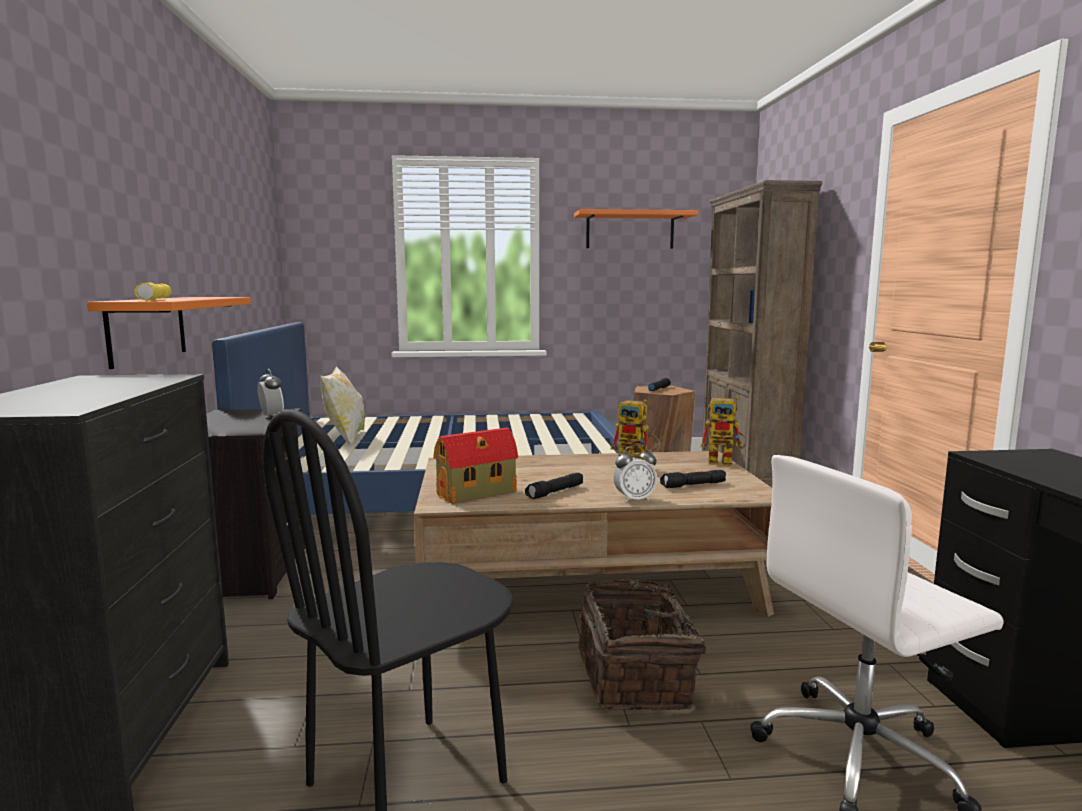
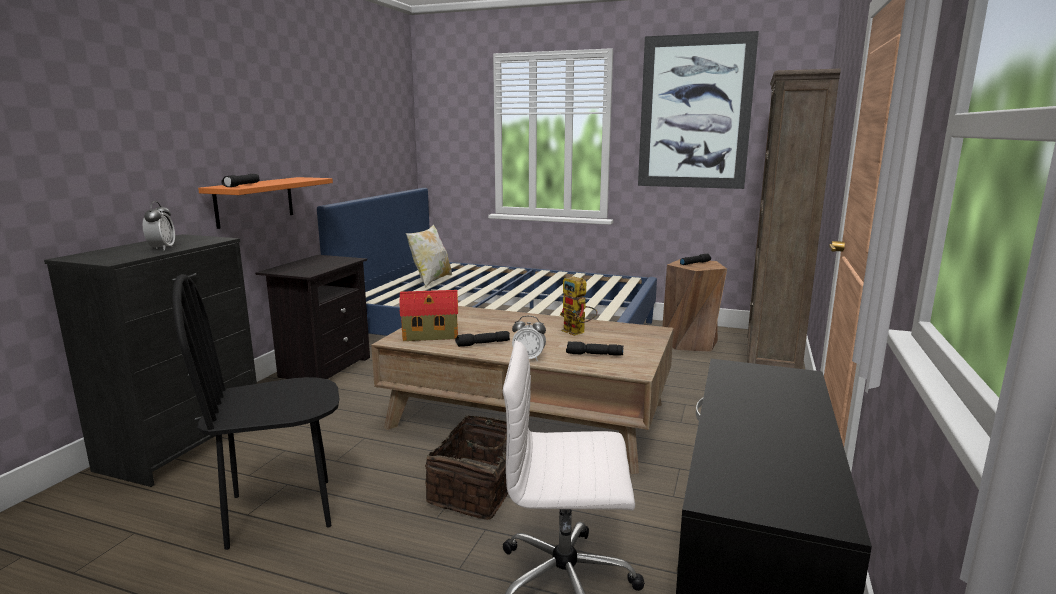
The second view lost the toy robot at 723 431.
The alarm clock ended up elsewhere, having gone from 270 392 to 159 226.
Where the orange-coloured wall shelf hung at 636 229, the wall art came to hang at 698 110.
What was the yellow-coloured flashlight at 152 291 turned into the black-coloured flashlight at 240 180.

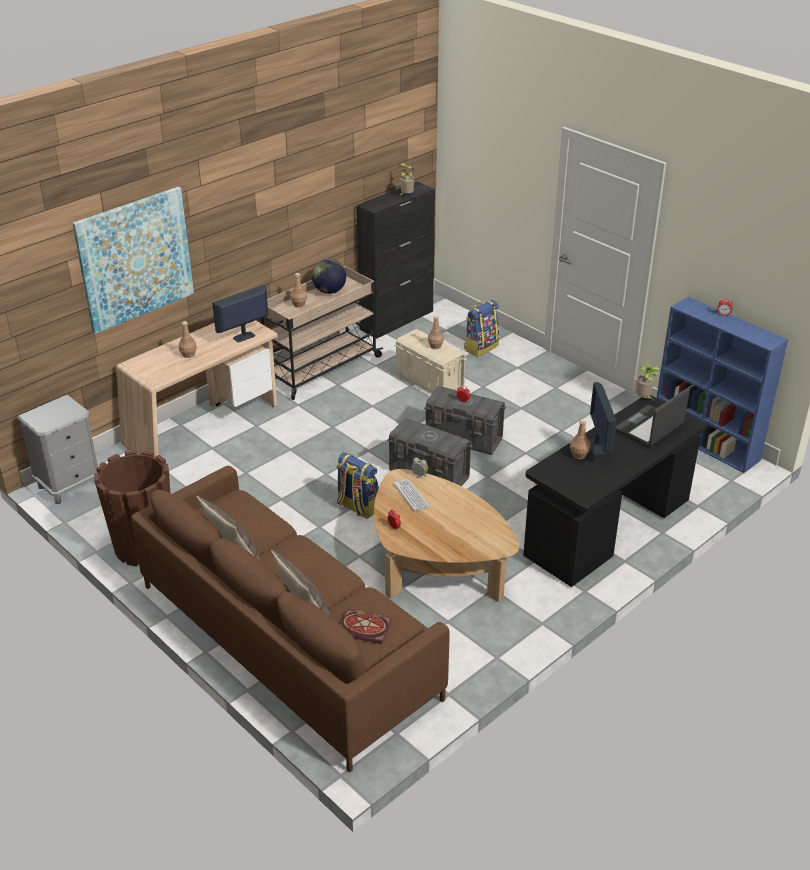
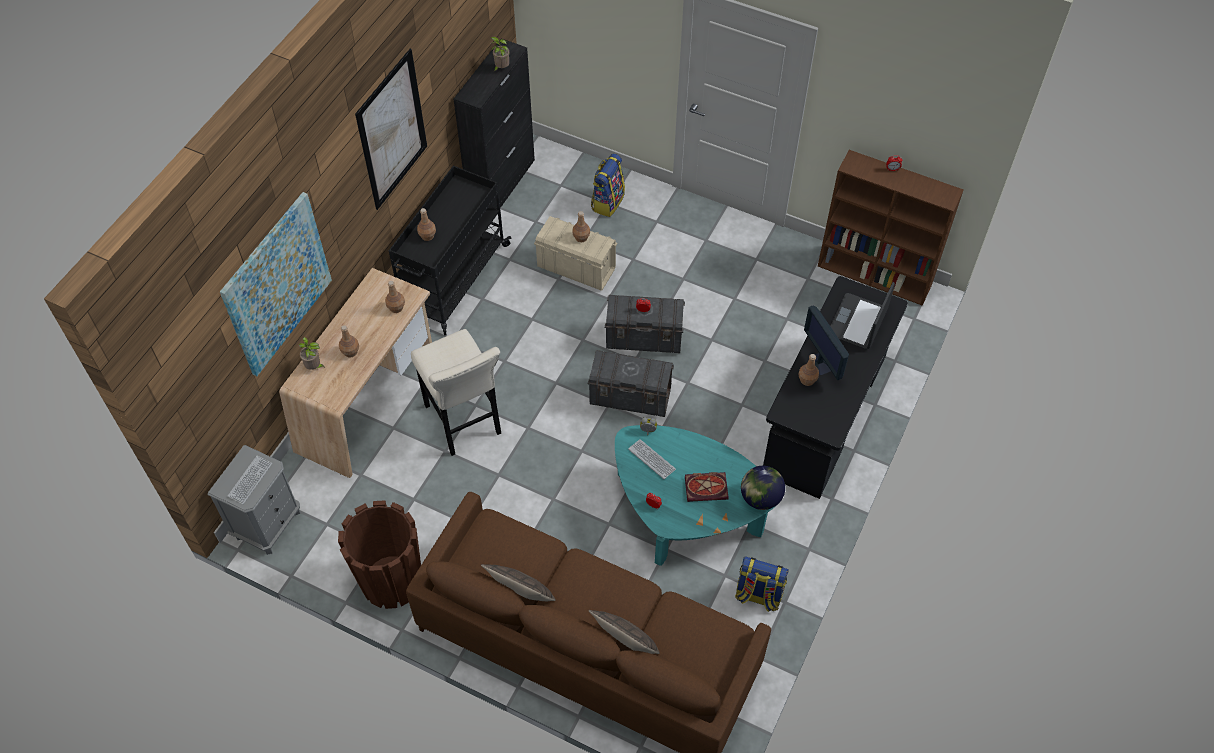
The second view gained the PC keyboard at 250 480.
The second view gained the wall art at 391 129.
The second view gained the beige stool at 456 392.
The world globe ended up elsewhere, having gone from 329 276 to 763 488.
The knapsack ended up elsewhere, having gone from 358 485 to 762 584.
The volume ended up elsewhere, having gone from 365 626 to 707 487.
The plant in a pot ended up elsewhere, having gone from 648 382 to 311 353.
Where the computer screen stood at 240 313, the brown drink bottle came to stand at 395 297.
What was the beige wheeled cart at 322 333 turned into the black-coloured wheeled cart at 450 250.
What was the brown lounge table at 447 535 turned into the turquoise-coloured lounge table at 694 495.
What was the blue bookcase at 722 385 turned into the brown bookcase at 891 228.

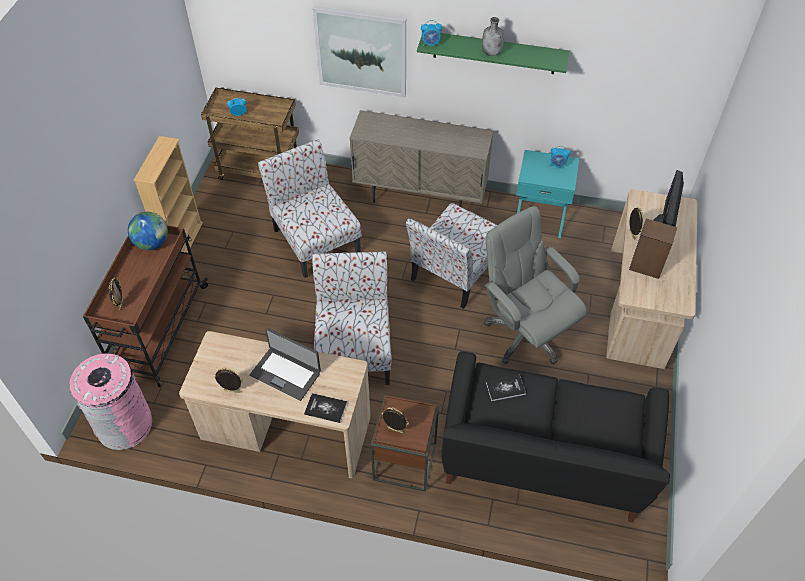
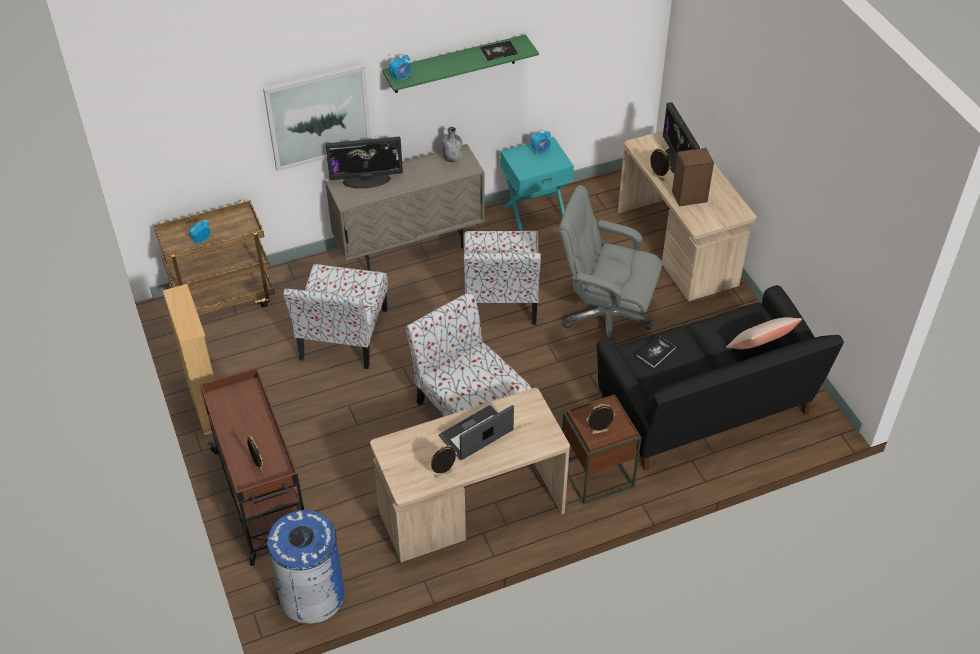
The second view lost the world globe at 148 231.
The second view gained the computer screen at 364 163.
The second view gained the beige cushion at 764 333.
The volume ended up elsewhere, having gone from 325 408 to 498 50.
The gray drink bottle ended up elsewhere, having gone from 493 36 to 452 144.
What was the pink-coloured waste bin at 110 401 turned into the blue waste bin at 305 567.
The notebook computer at 285 364 ended up facing another way, 150 degrees clockwise from before.
The upright chair at 309 208 ended up facing another way, 105 degrees counterclockwise from before.

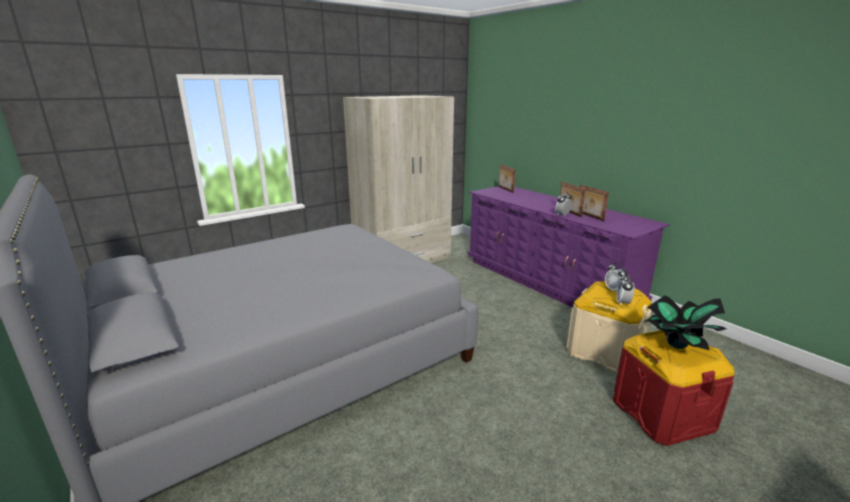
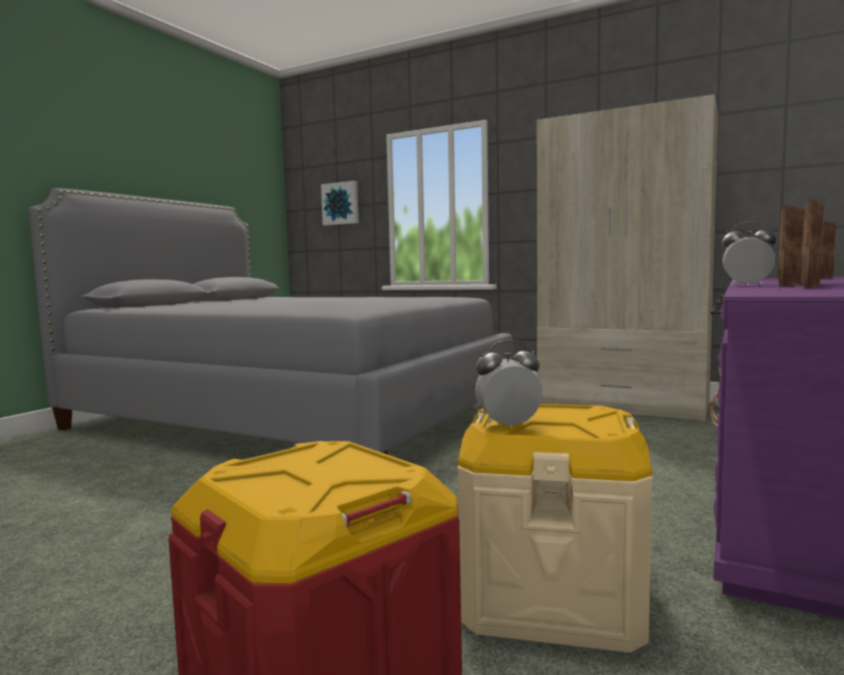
The second view lost the alarm clock at 616 278.
The second view lost the plant in a pot at 684 322.
The second view gained the wall art at 340 203.

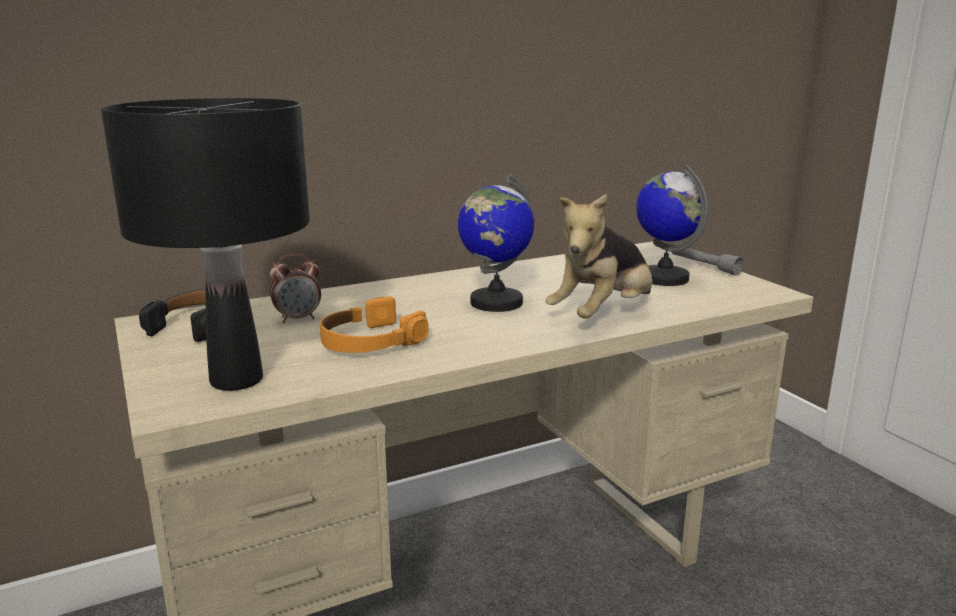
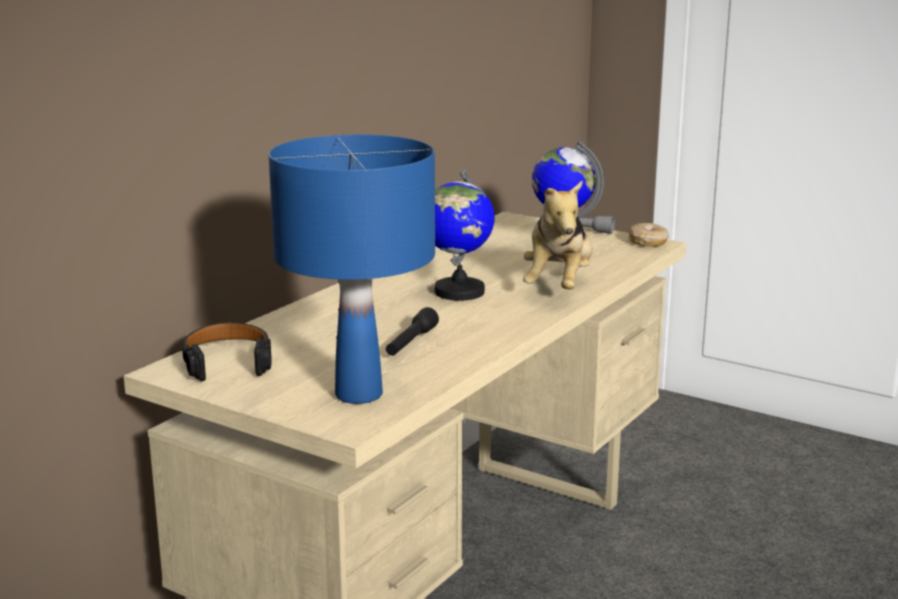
The second view lost the alarm clock at 295 288.
The second view gained the ring doughnut at 649 235.
Where the orange-coloured headphones stood at 374 325, the black-coloured flashlight came to stand at 412 331.
What was the black-coloured lamp for a table at 205 244 turned into the blue lamp for a table at 352 269.

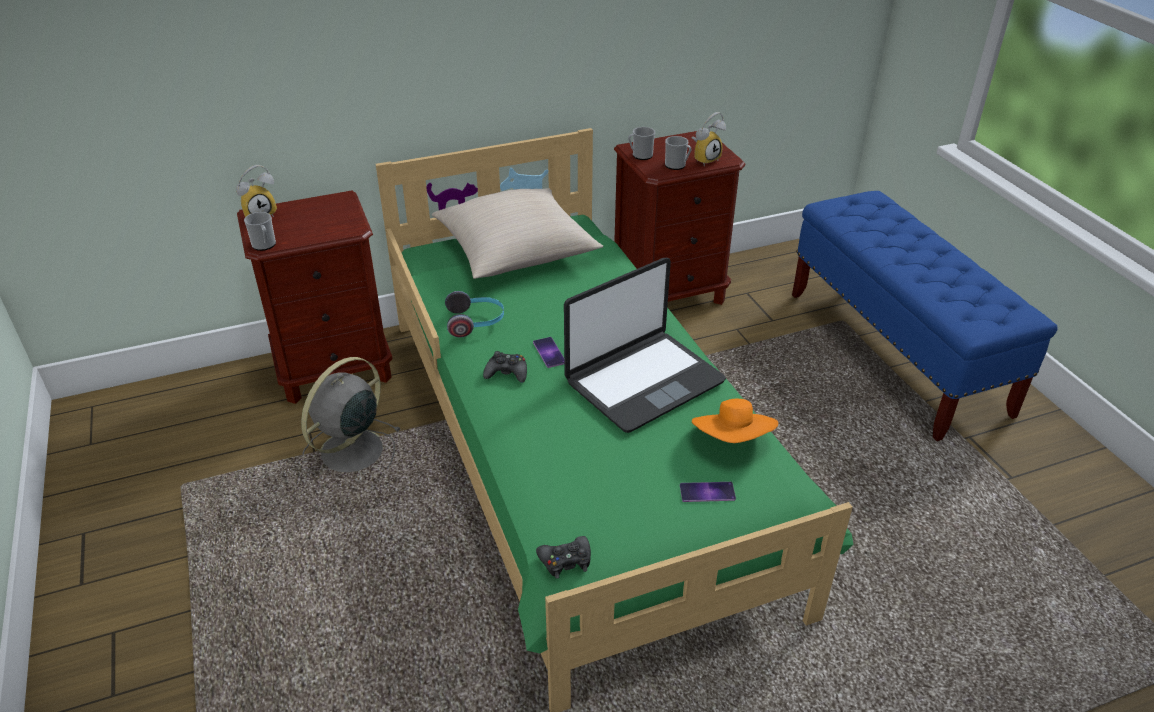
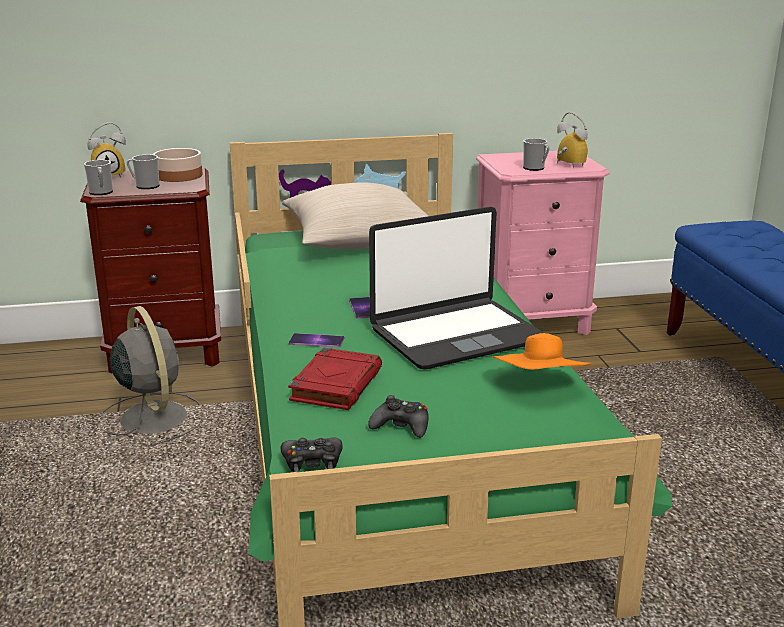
The second view lost the headphones at 474 314.
The second view gained the deep dish at 177 165.
The second view gained the red volume at 335 378.
The black-coloured joypad ended up elsewhere, having gone from 505 367 to 398 416.
The tea mug ended up elsewhere, having gone from 641 143 to 143 172.
The phone ended up elsewhere, having gone from 708 492 to 316 340.
What was the brown night table at 679 218 turned into the pink-coloured night table at 543 243.
The gray electric fan at 351 414 ended up facing another way, 105 degrees clockwise from before.
The alarm clock at 709 139 ended up facing another way, 105 degrees counterclockwise from before.

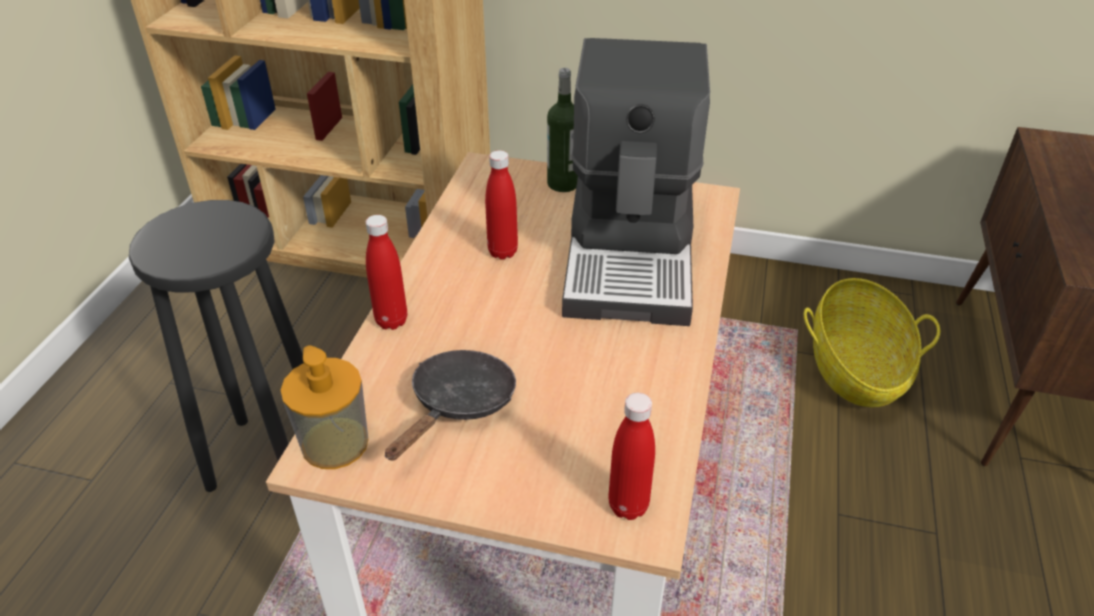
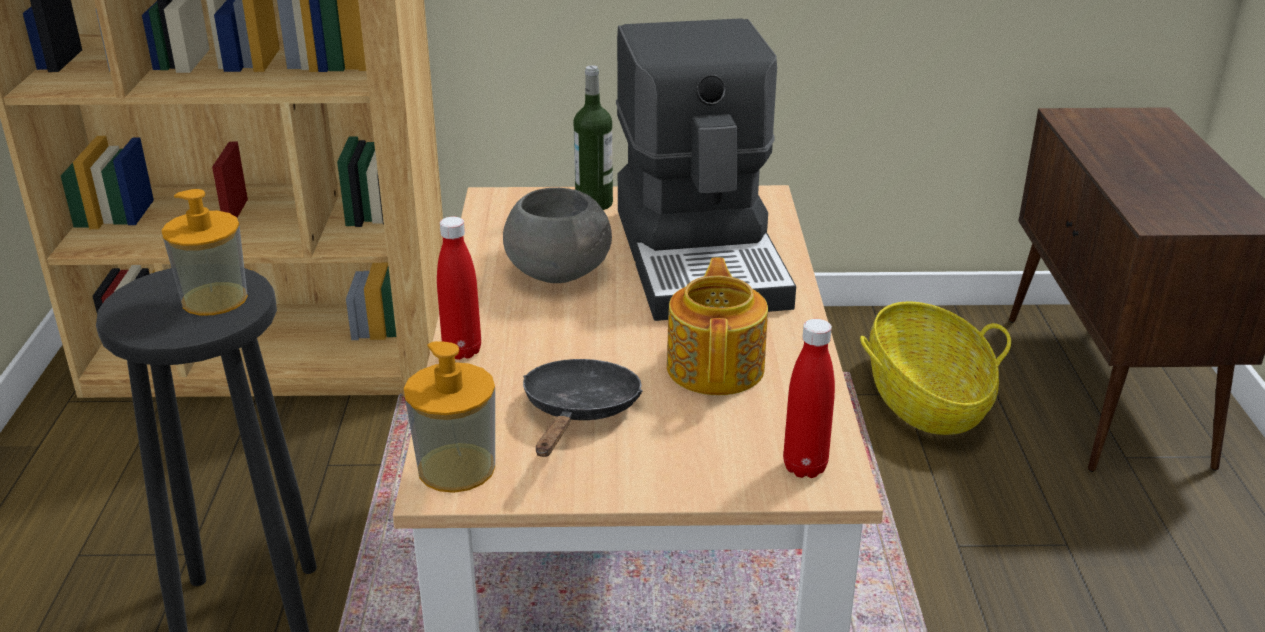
The second view gained the soap bottle at 204 252.
The second view gained the tea pot at 717 326.
Where the red drink bottle stood at 501 205, the gray deep dish came to stand at 557 235.

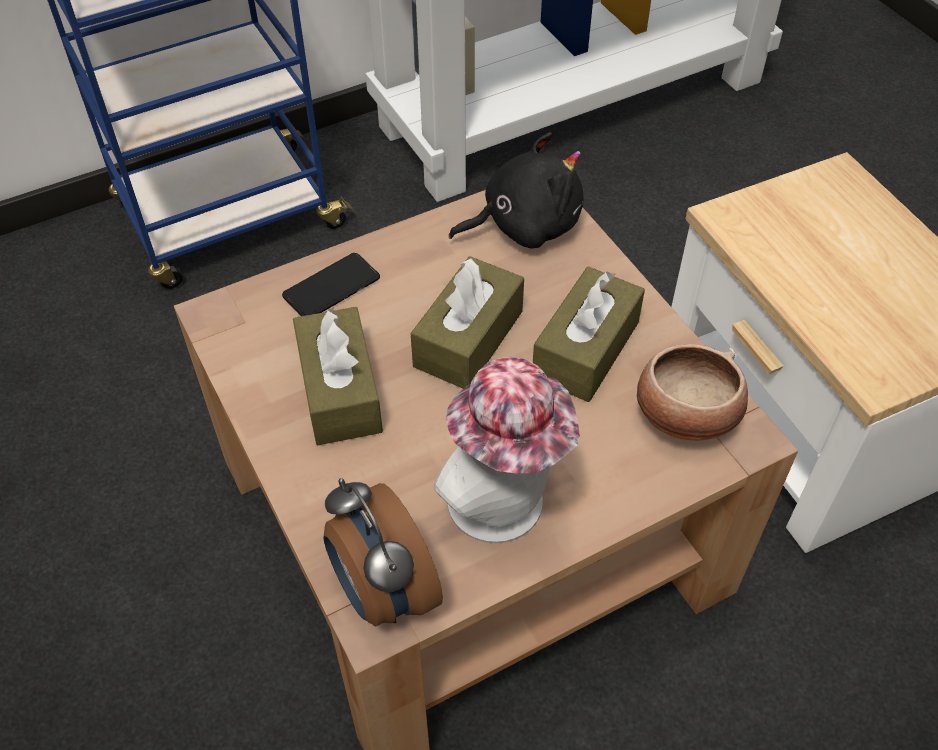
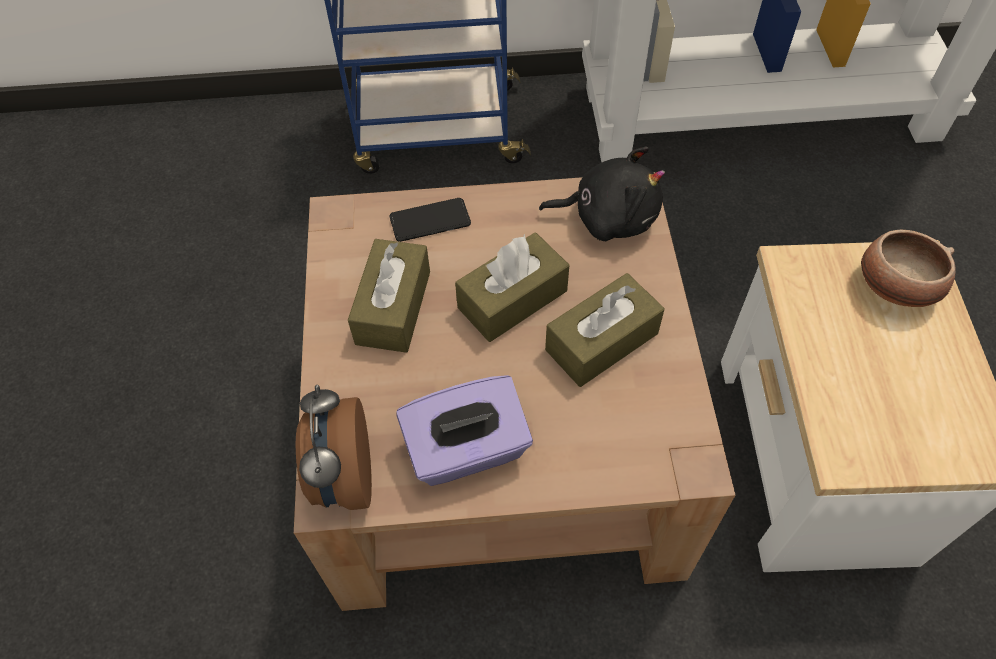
The deep dish ended up elsewhere, having gone from 692 392 to 908 268.
Where the clothing hat stood at 507 450, the purple tissue box came to stand at 464 430.

